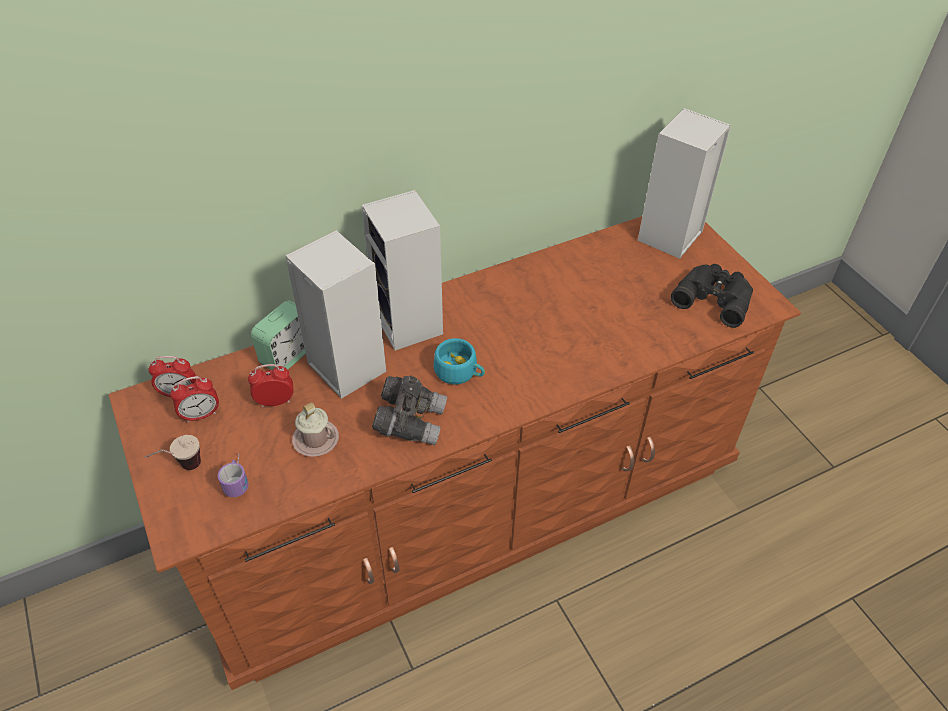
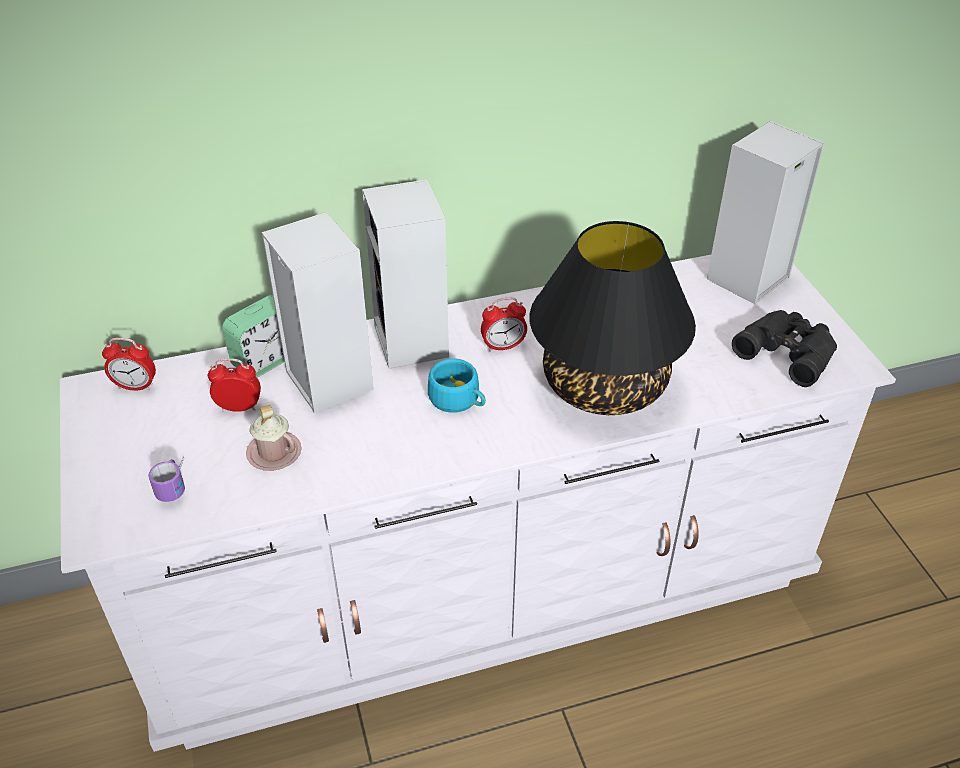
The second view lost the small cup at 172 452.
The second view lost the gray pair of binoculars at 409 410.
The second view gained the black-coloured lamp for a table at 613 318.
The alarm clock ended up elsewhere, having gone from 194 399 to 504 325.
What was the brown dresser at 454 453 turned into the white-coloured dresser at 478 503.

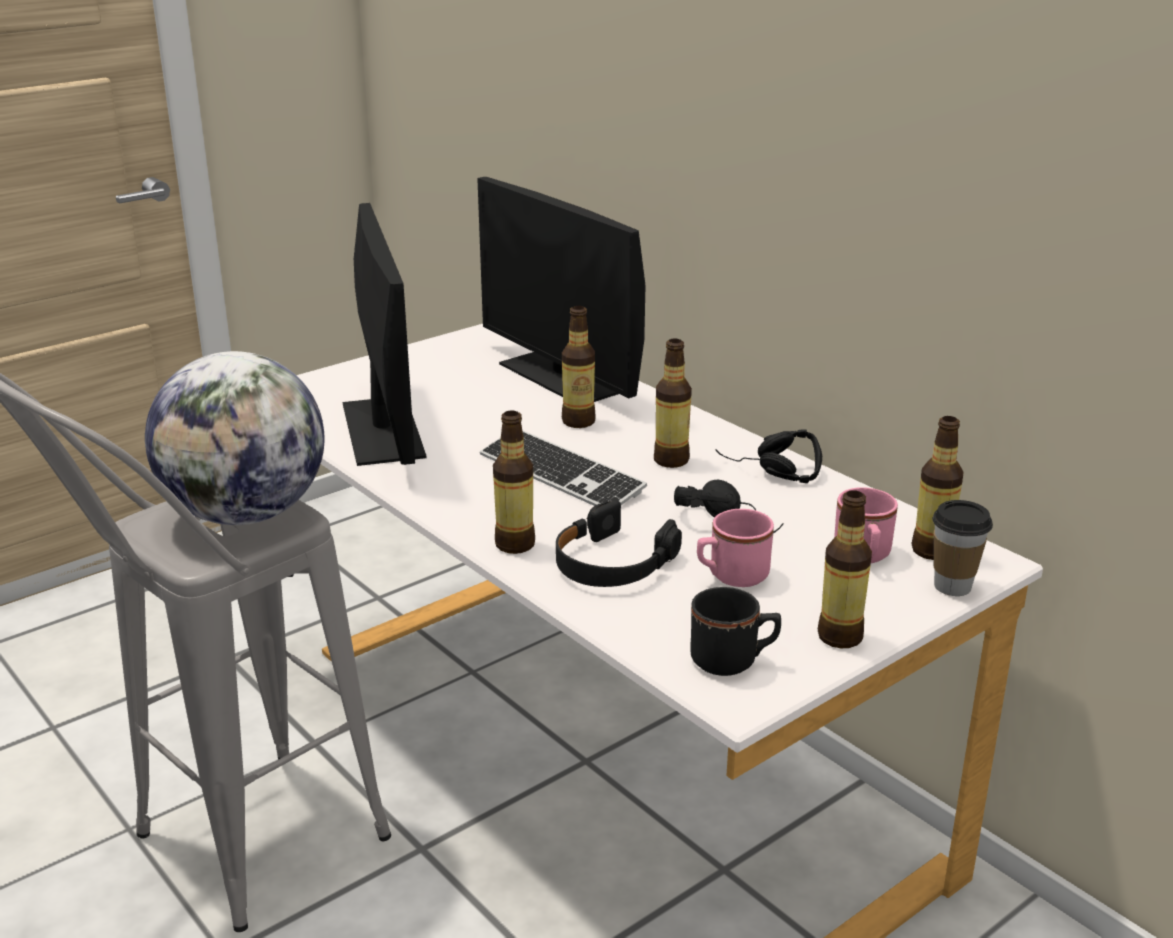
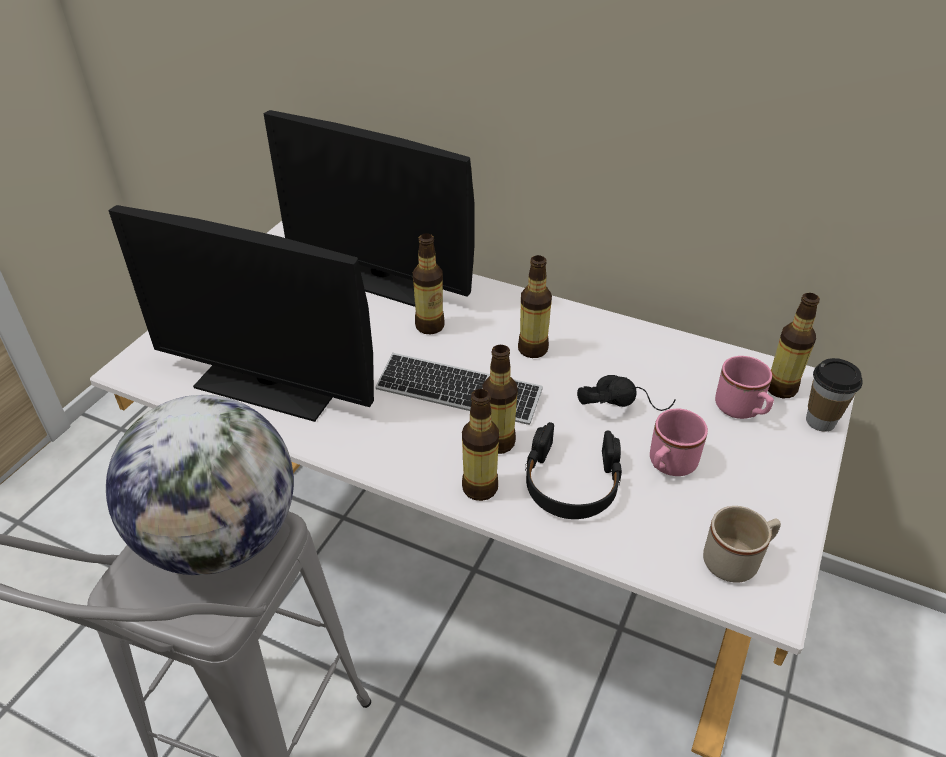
The second view lost the black-coloured headphones at 769 456.
The drink bottle ended up elsewhere, having gone from 845 569 to 500 399.
What was the black-coloured tea mug at 735 631 turned into the beige tea mug at 742 544.
The computer screen at 385 334 ended up facing another way, 150 degrees clockwise from before.

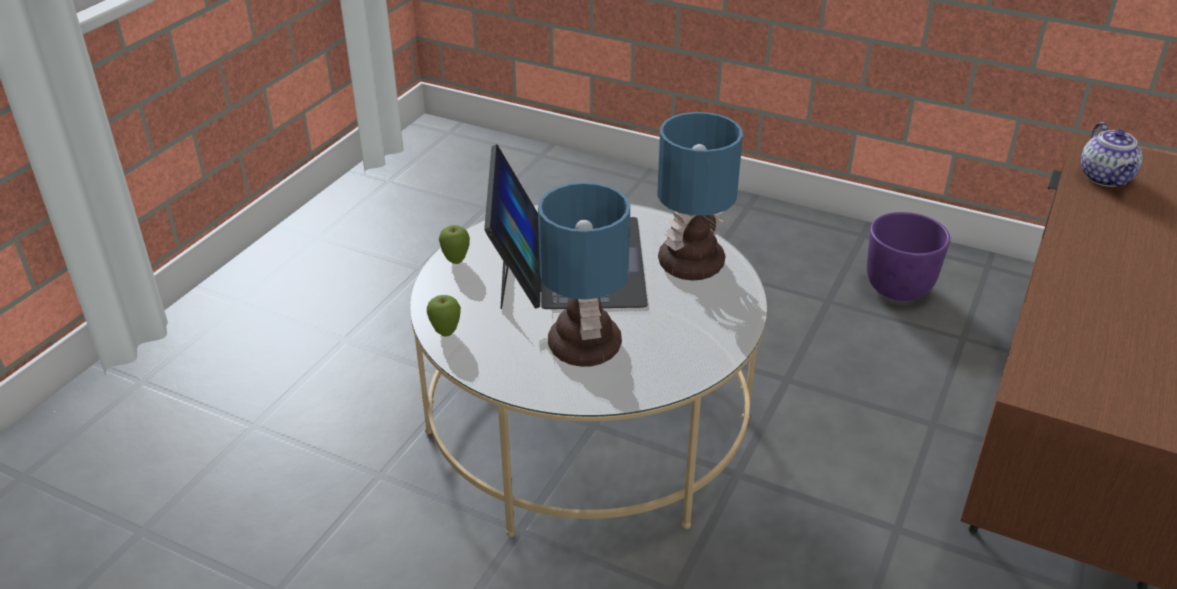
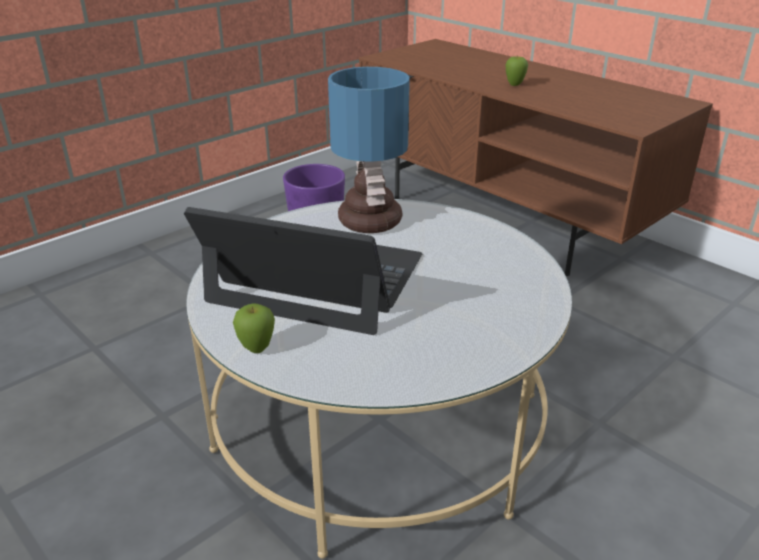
The second view lost the lamp for a table at 584 274.
The second view lost the tea pot at 1112 154.
The apple fruit ended up elsewhere, having gone from 444 315 to 517 70.

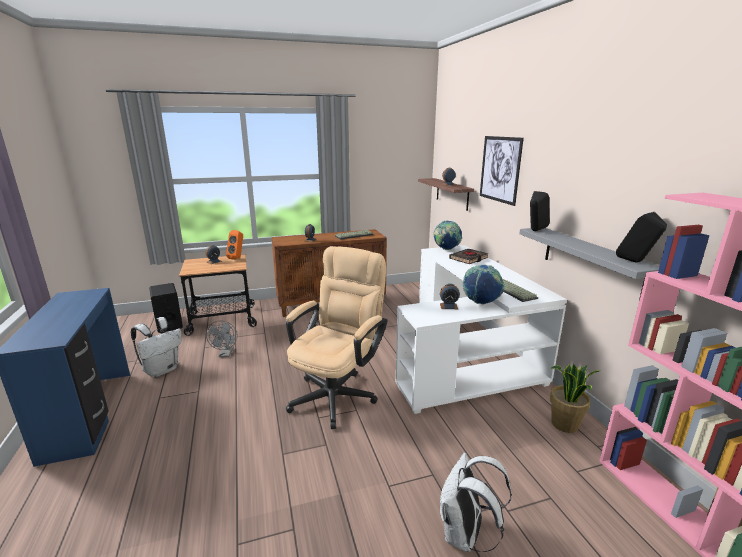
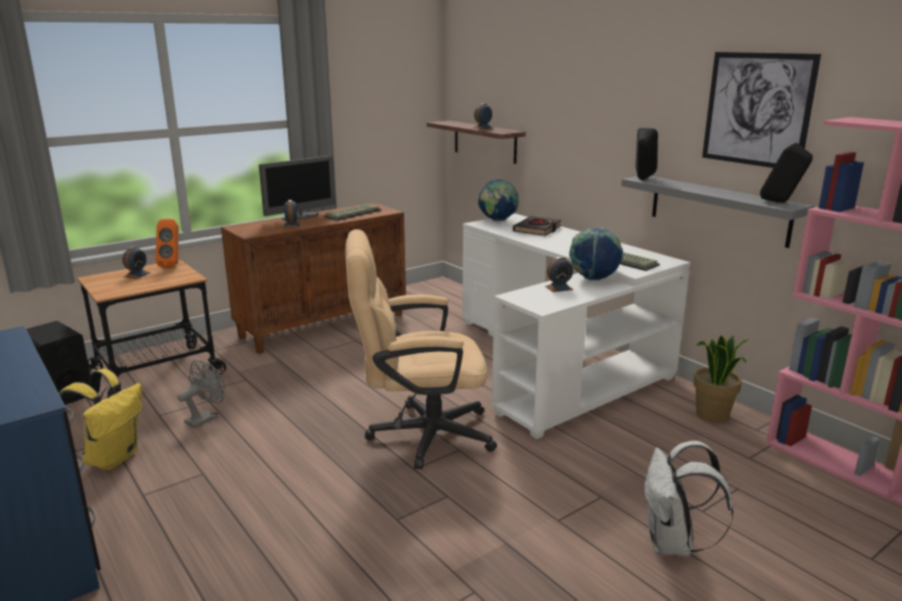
The second view gained the computer screen at 297 188.
The wall art ended up elsewhere, having gone from 502 171 to 761 110.
What was the white-coloured knapsack at 156 347 turned into the yellow-coloured knapsack at 100 419.
The gray electric fan at 221 338 ended up facing another way, 120 degrees counterclockwise from before.
The beige computer chair at 336 337 ended up facing another way, 105 degrees counterclockwise from before.

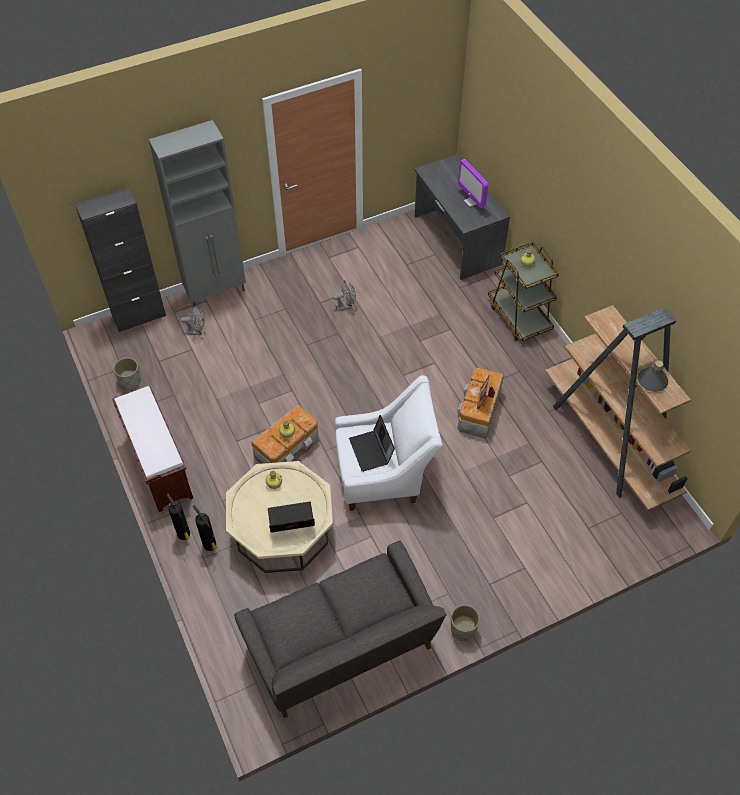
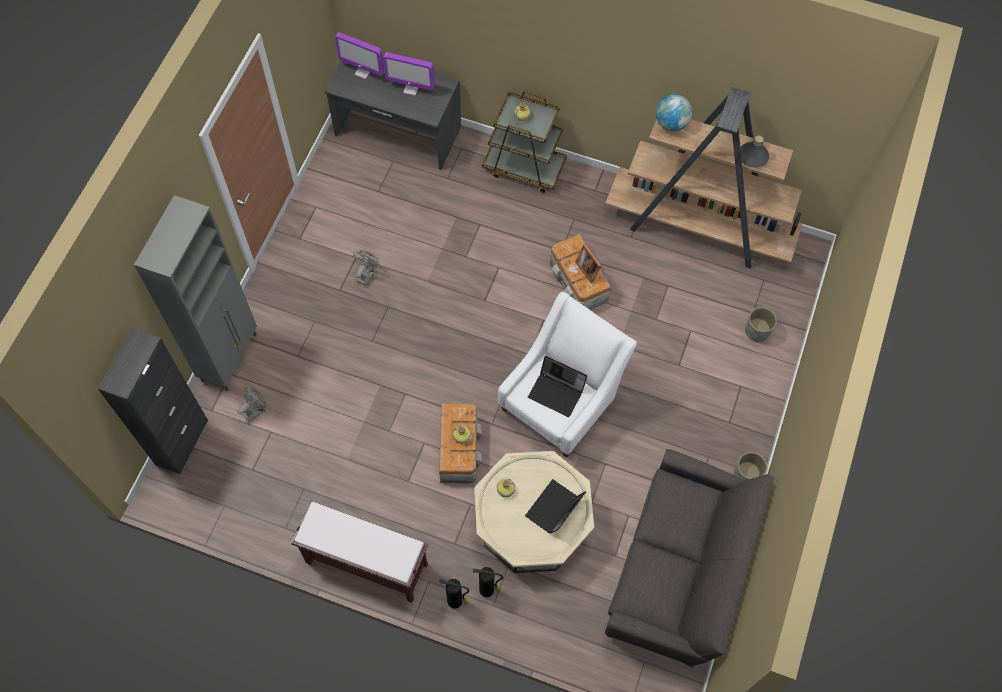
The second view gained the computer screen at 360 55.
The second view gained the world globe at 674 112.
The gray planter ended up elsewhere, having gone from 127 374 to 761 325.

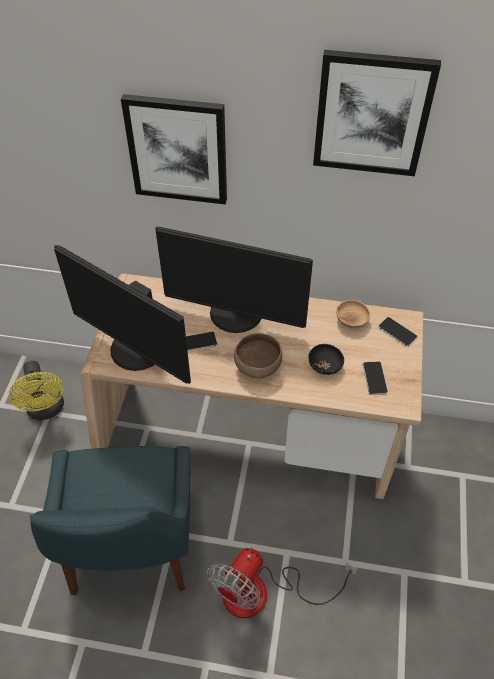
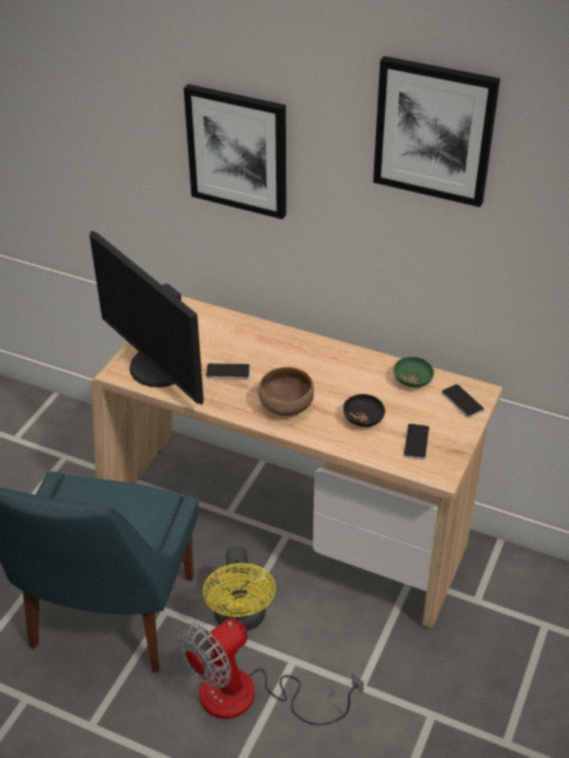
The second view lost the computer screen at 234 280.
The yellow-coloured electric fan ended up elsewhere, having gone from 36 390 to 239 588.
What was the brown deep dish at 353 314 turned into the green-coloured deep dish at 414 372.

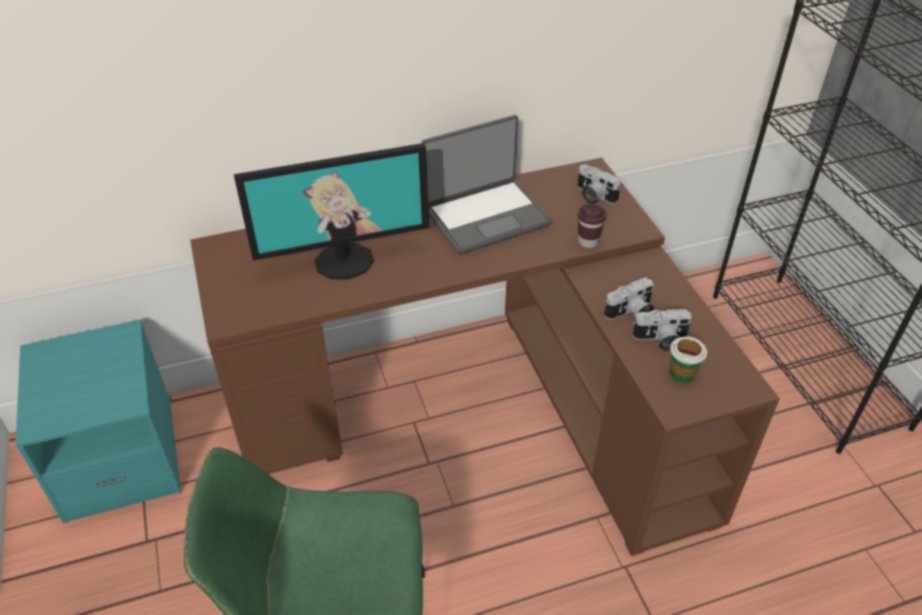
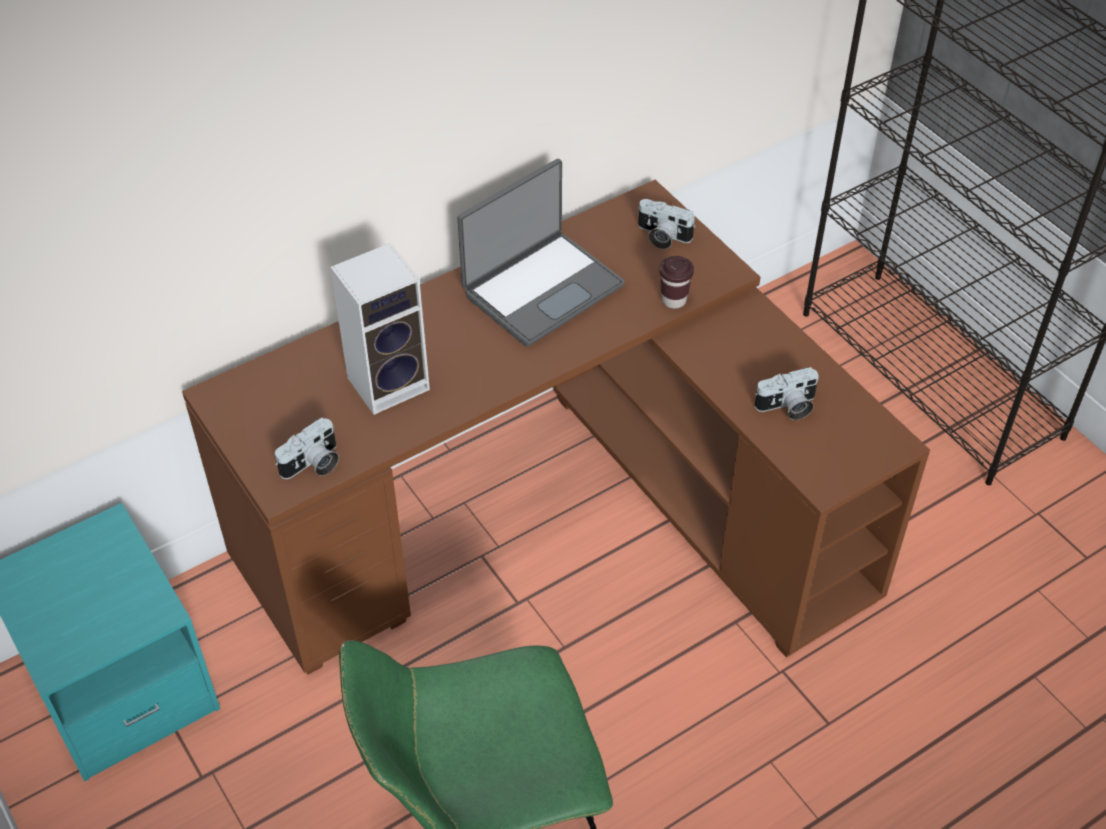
The second view lost the small cup at 688 360.
The photo camera ended up elsewhere, having gone from 629 298 to 307 448.
Where the computer screen stood at 331 211, the loudspeaker came to stand at 380 329.

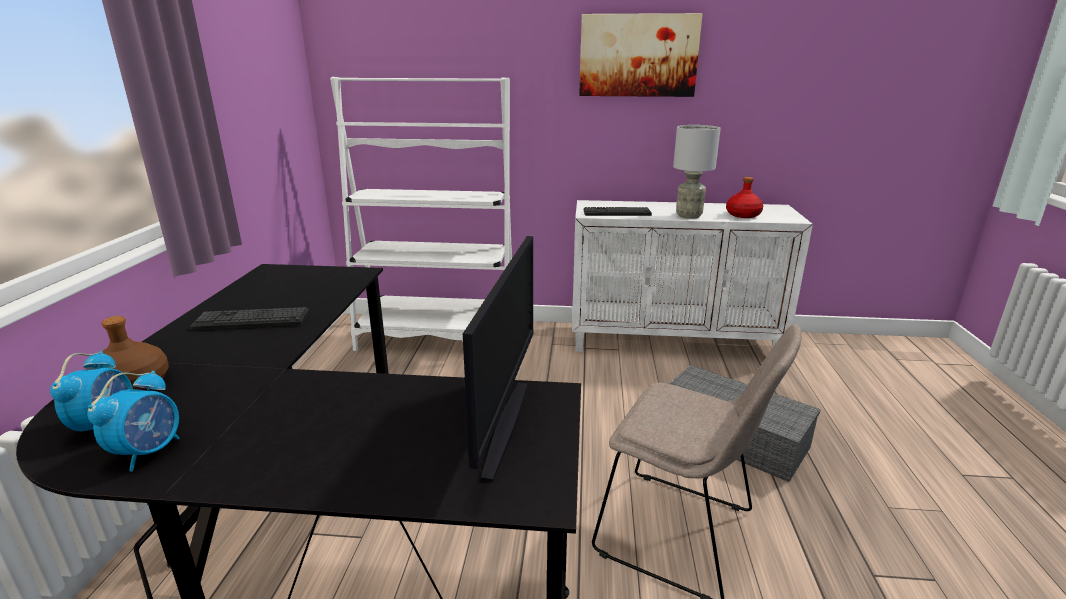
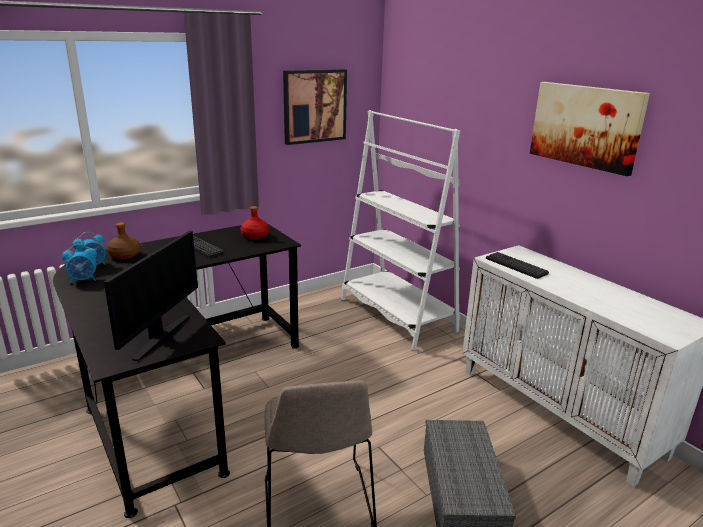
The second view lost the gray lamp for a table at 697 172.
The second view gained the wall art at 315 107.
The red drink bottle ended up elsewhere, having gone from 744 197 to 254 222.
The computer screen at 498 359 ended up facing another way, 45 degrees counterclockwise from before.

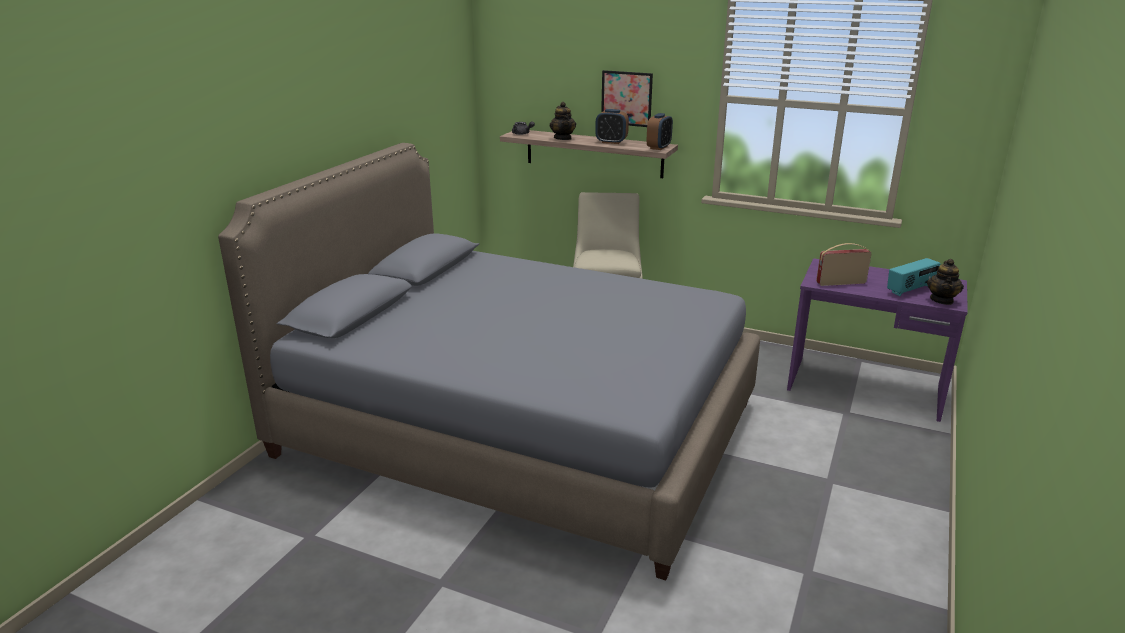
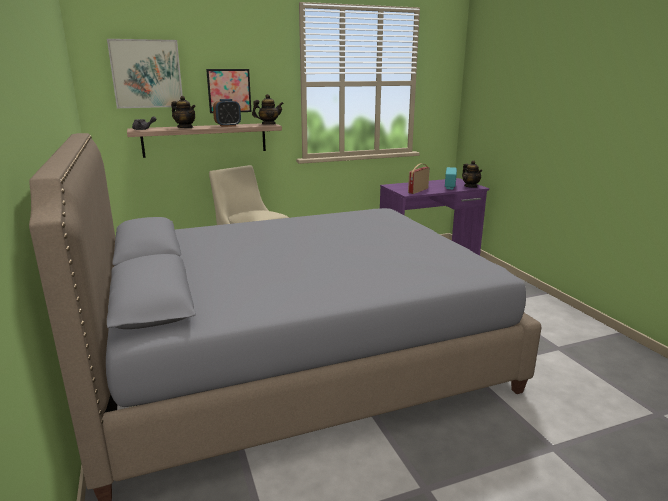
The second view gained the wall art at 145 73.
Where the alarm clock stood at 660 131, the tea pot came to stand at 268 109.

